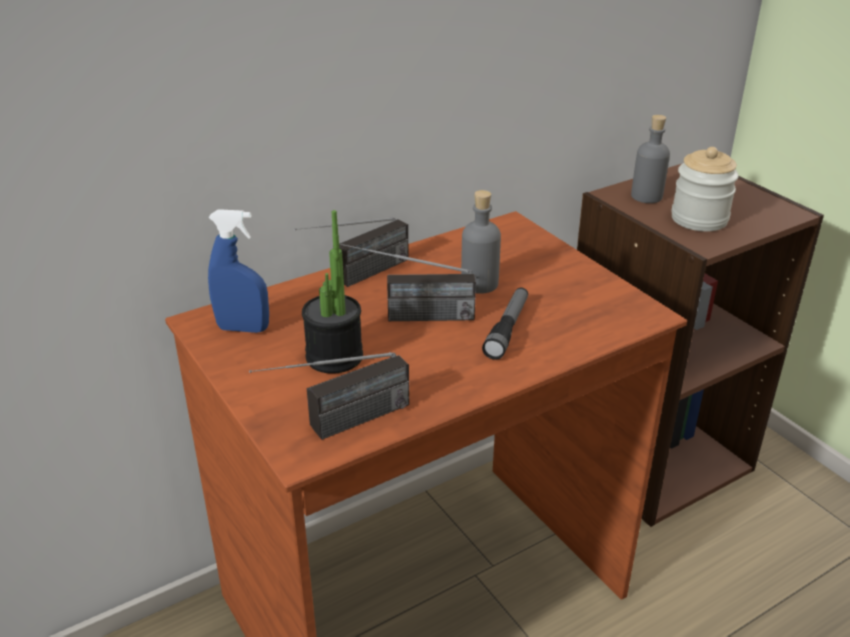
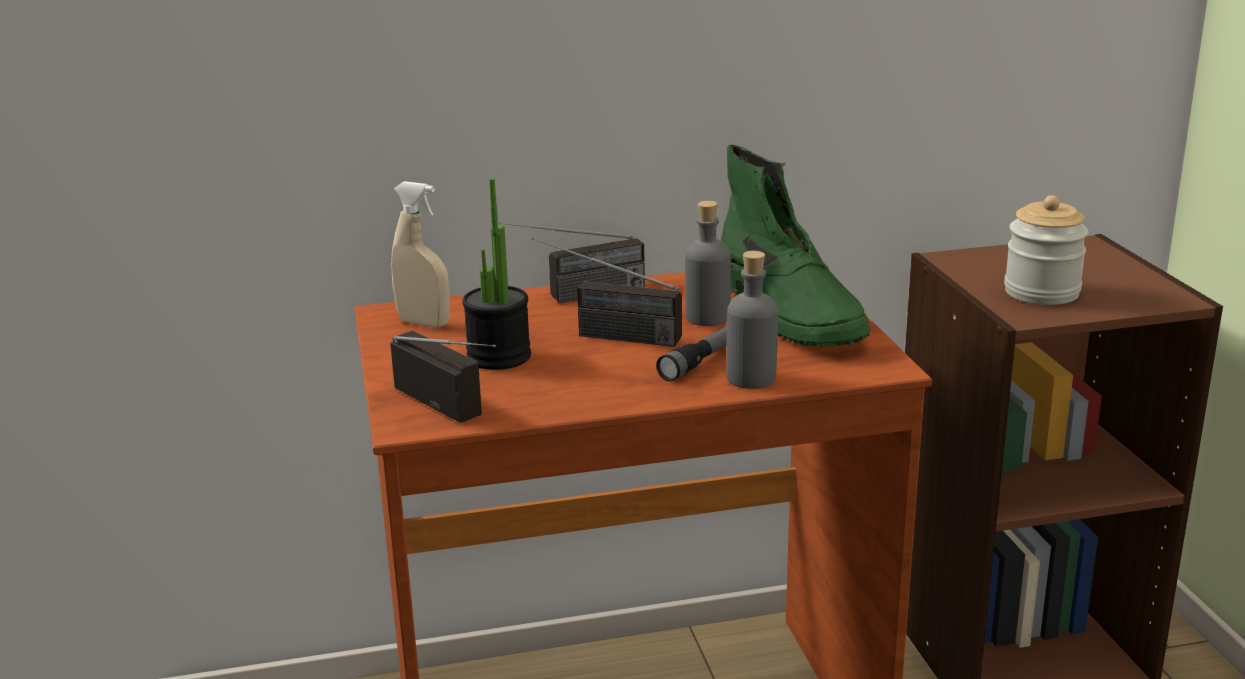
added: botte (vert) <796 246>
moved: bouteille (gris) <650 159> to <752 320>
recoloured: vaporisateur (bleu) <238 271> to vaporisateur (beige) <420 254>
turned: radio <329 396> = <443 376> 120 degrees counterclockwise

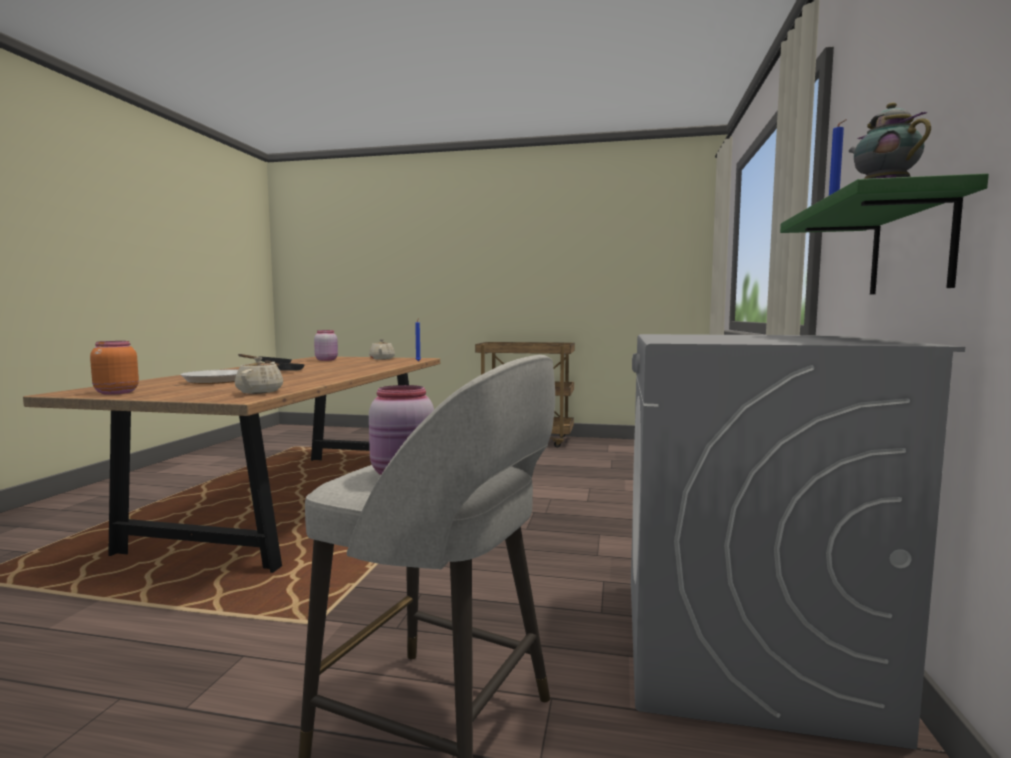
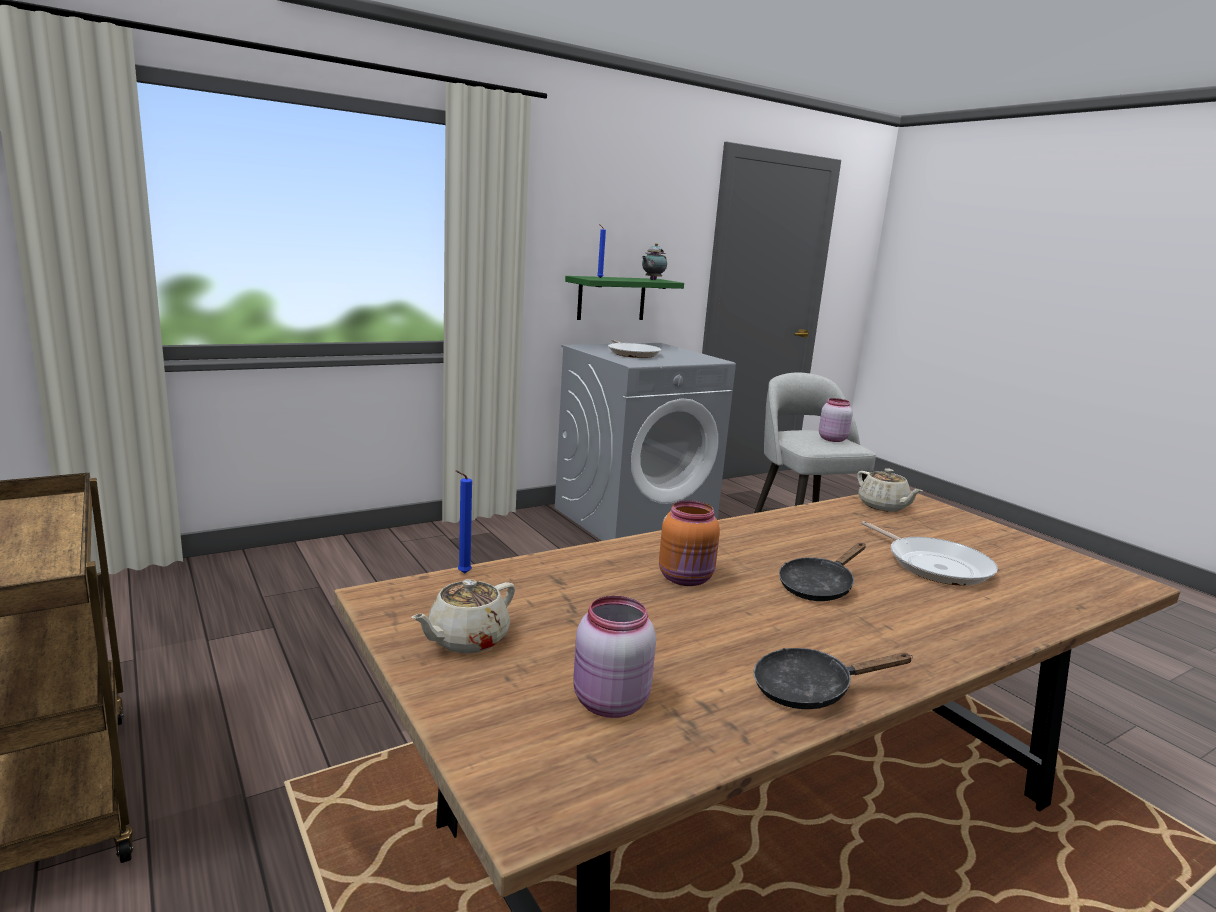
added: poêle <634 349>
moved: bocal (orange) <114 368> to <689 543>
turned: théière (beige) <259 375> = <890 490> 75 degrees counterclockwise

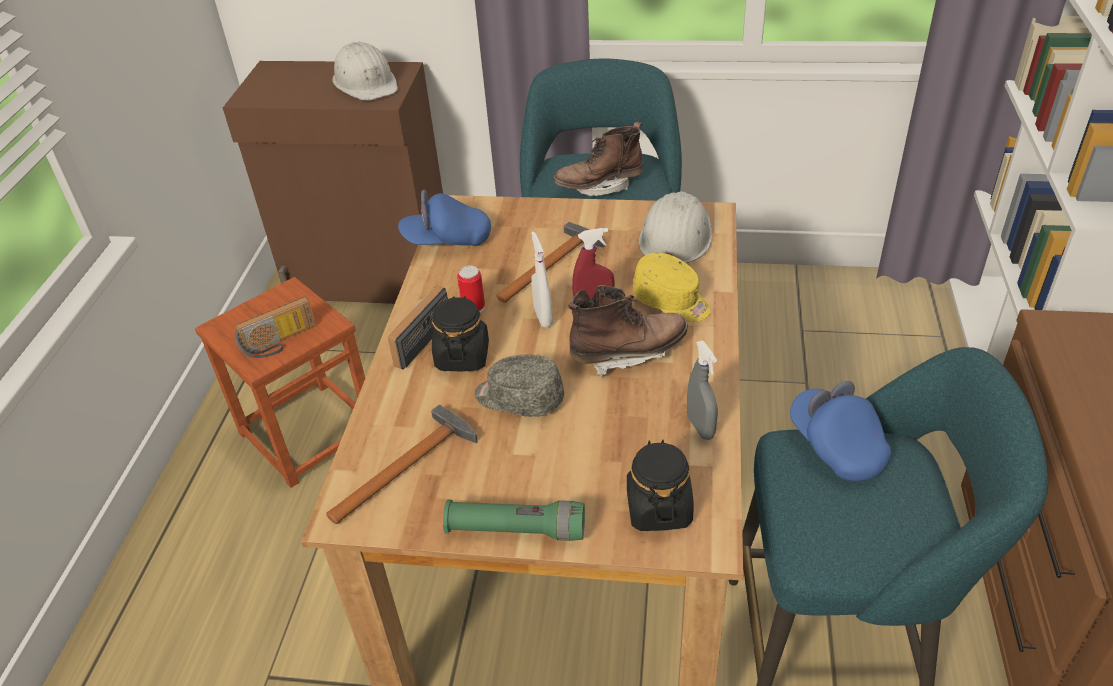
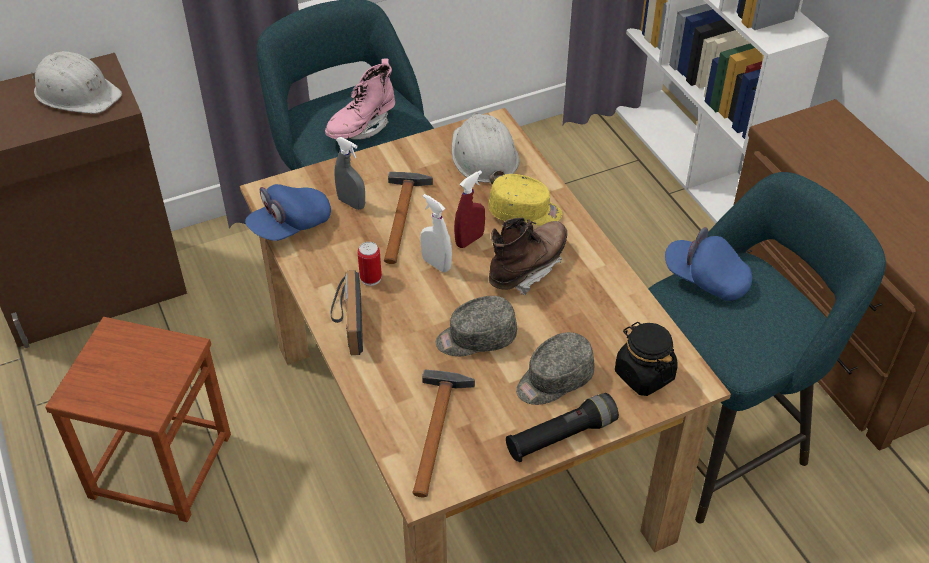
removed: radio <275 327>; bocal (noir) <460 333>
added: casquette (gris) <555 368>
moved: vaporisateur (gris) <702 390> to <349 173>
recoloured: lampe de poche (vert) <514 520> to lampe de poche (noir) <562 427>; botte (marron) <598 159> to botte (rose) <360 99>

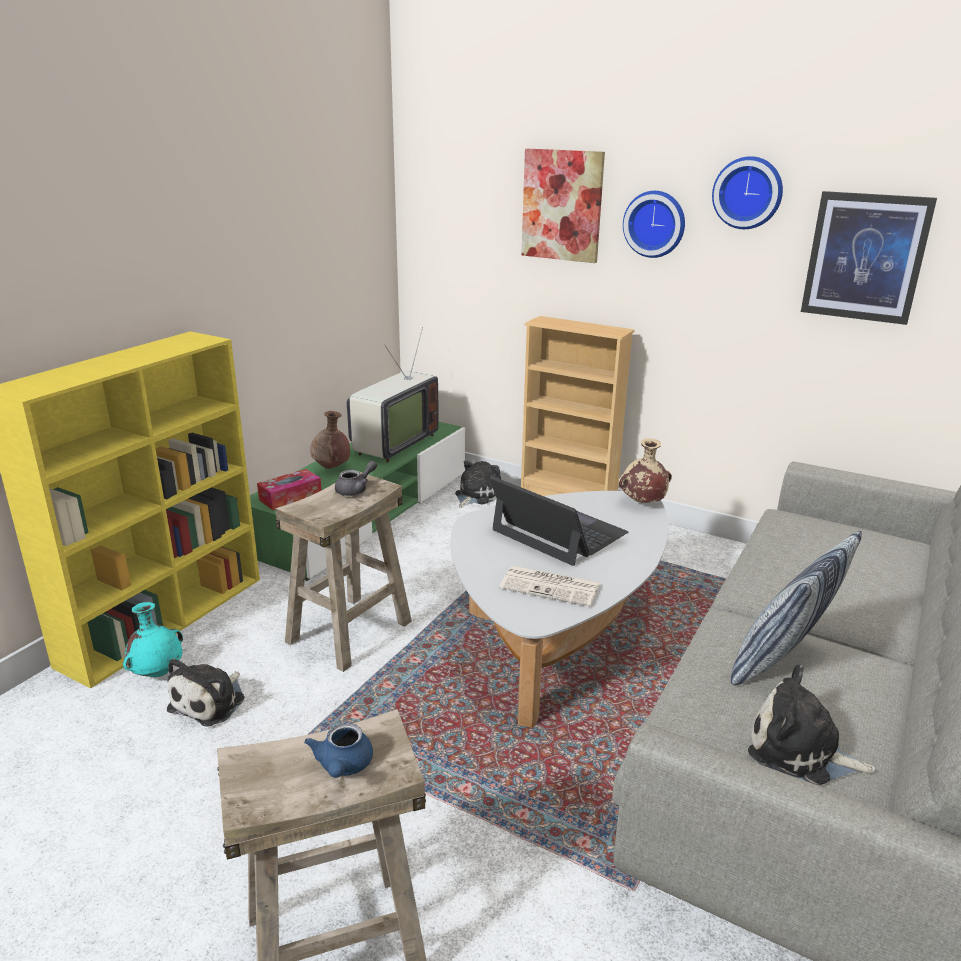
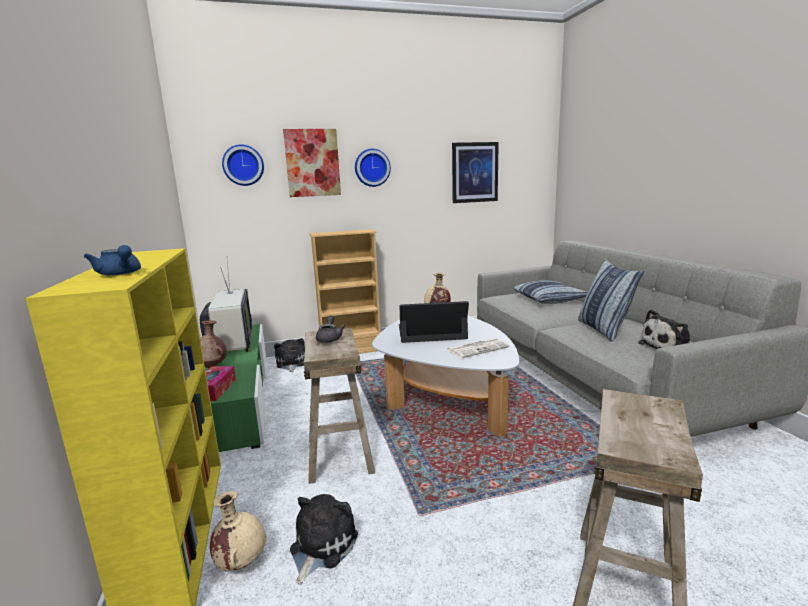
added: coussin <550 292>
moved: théière (bleu) <338 750> to <112 260>; horloge murale <747 192> to <243 165>
recoloured: vase (turquoise) <153 639> to vase (beige) <238 531>
turned: peluche <206 692> = <324 539> 135 degrees counterclockwise

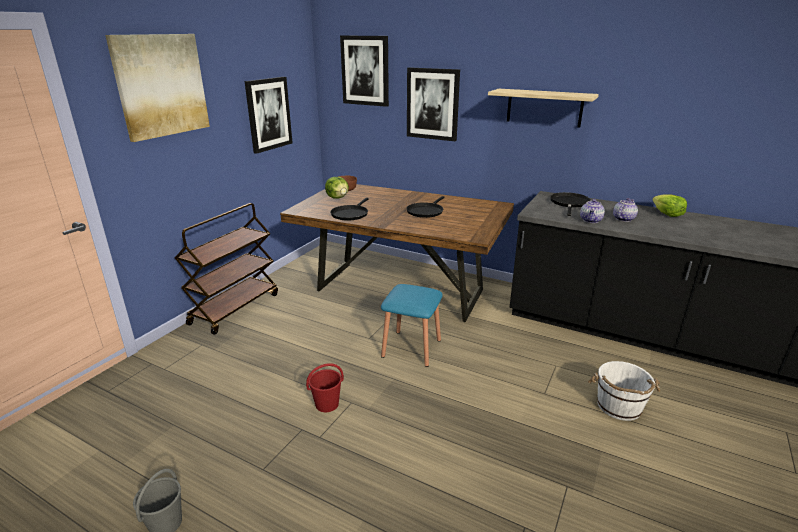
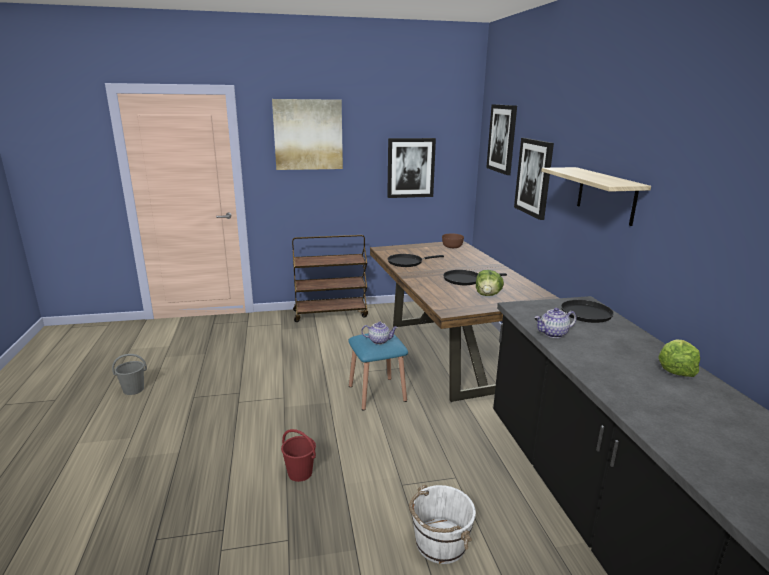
moved: seau (rouge) <325 387> to <298 455>; laitue <337 188> to <490 283>; théière <625 210> to <379 333>

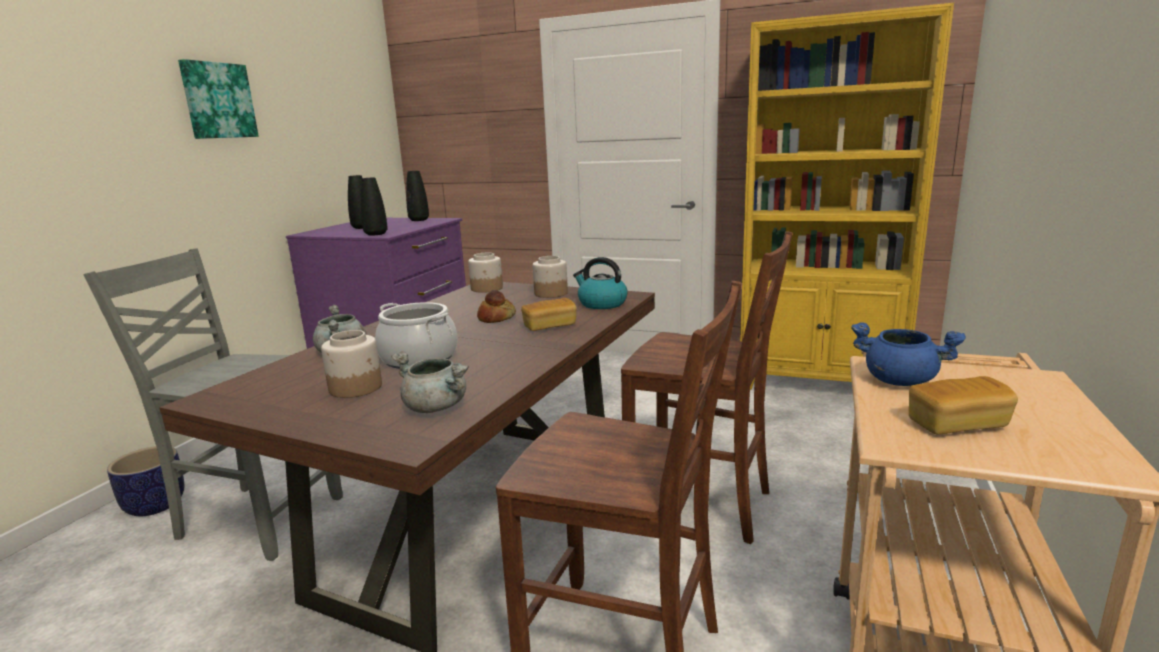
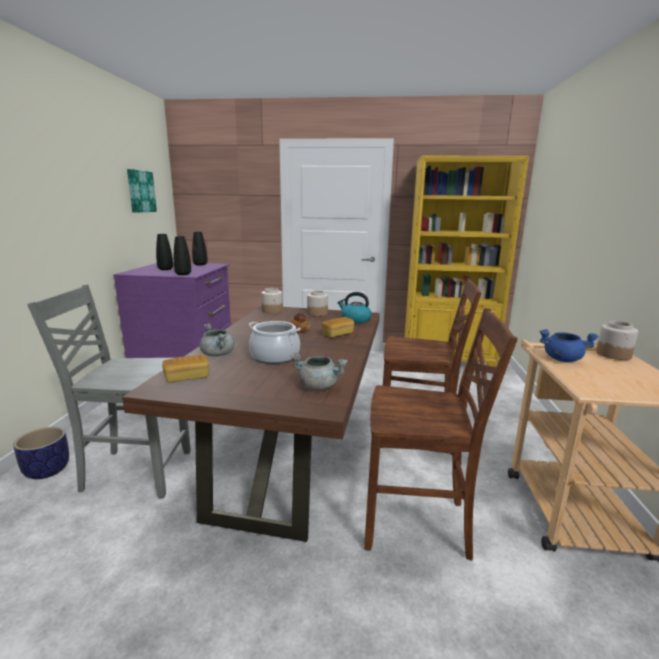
moved: tableau <218 99> to <142 191>; bocal <351 364> to <617 340>; pain <963 405> to <186 368>

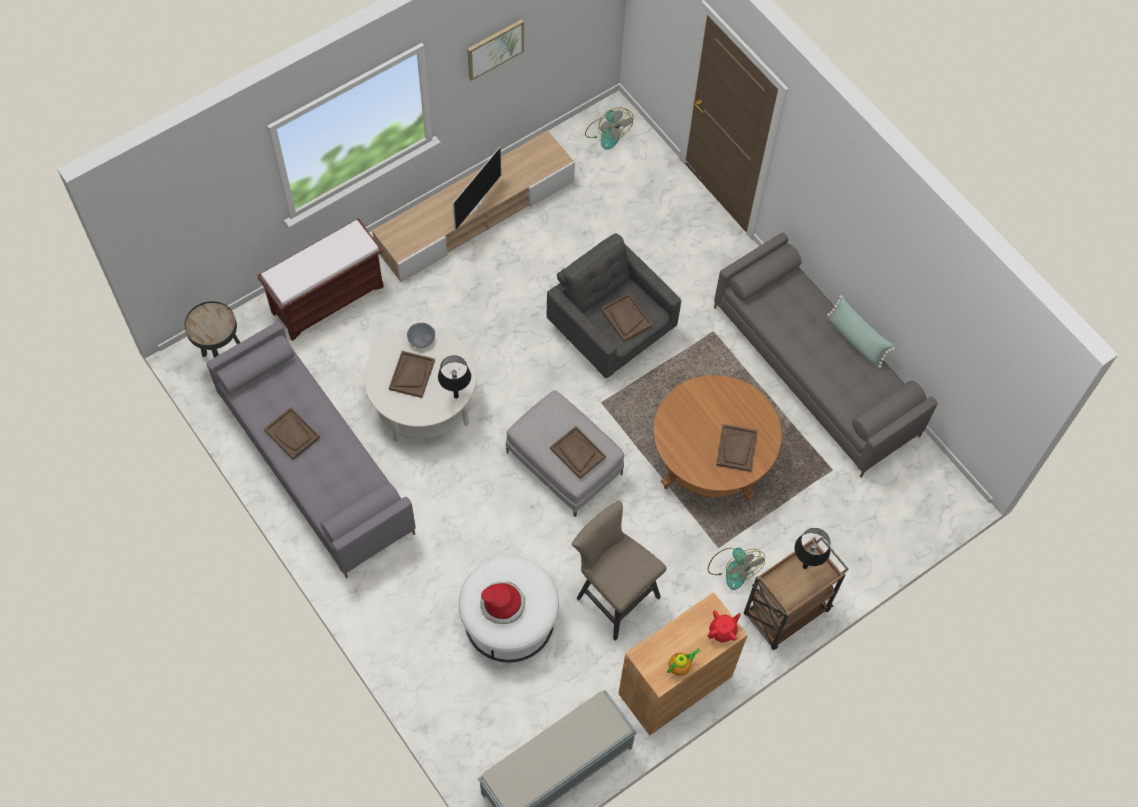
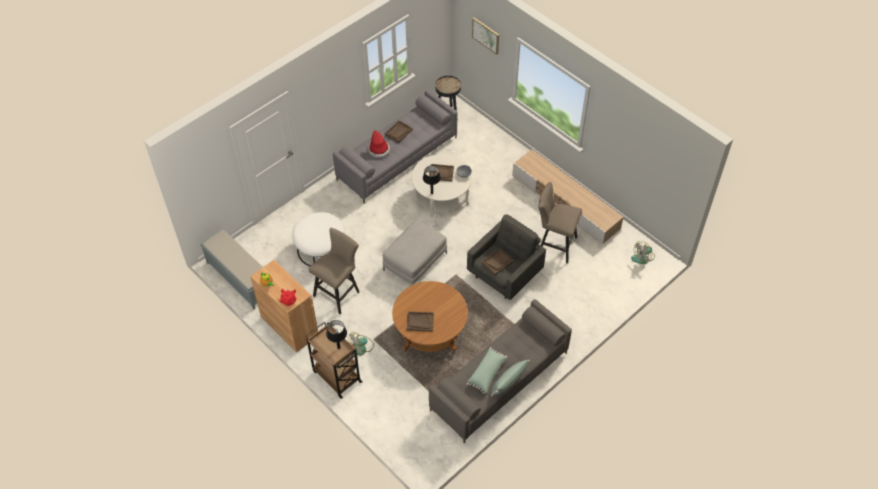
removed: banc (marron) <320 279>; téléviseur <477 188>; plateau (marron) <578 452>
added: coussin (vert) <487 370>; tabouret (beige) <560 223>
moved: tableau <495 50> to <485 36>; chapeau <502 603> to <379 144>

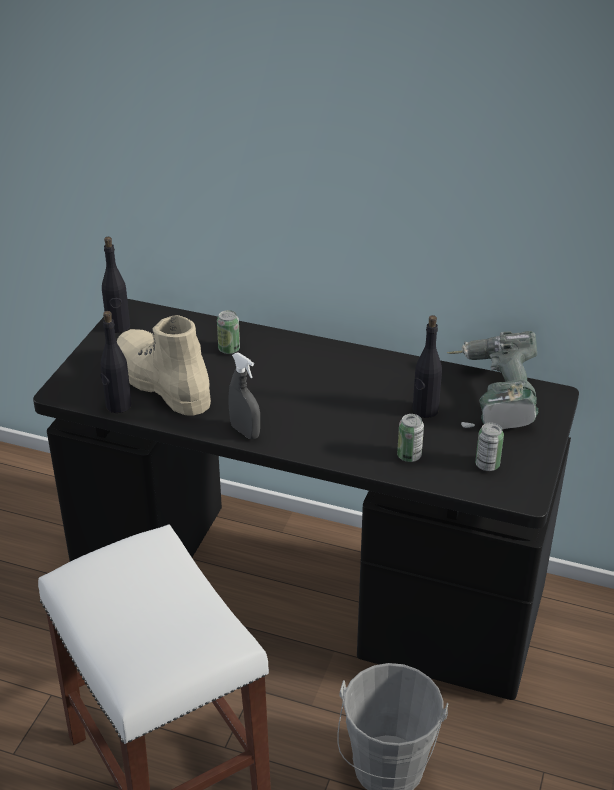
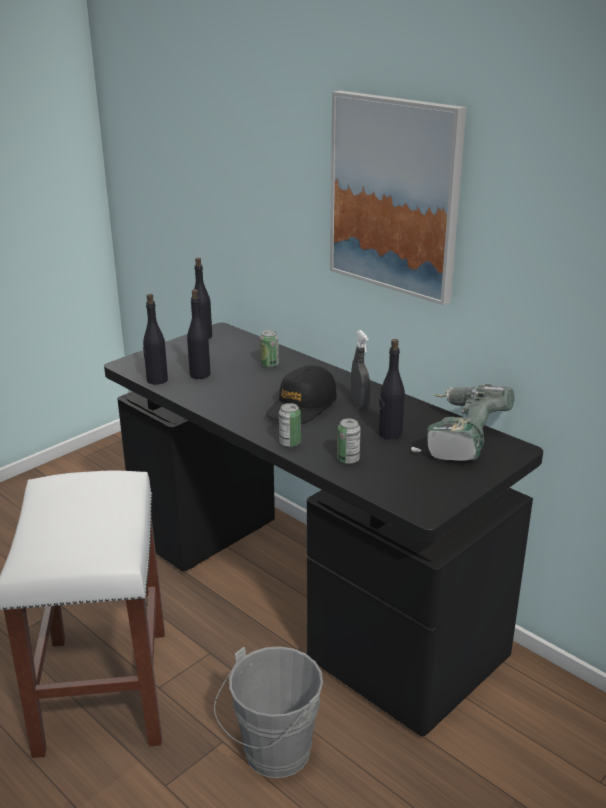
added: casquette (noir) <301 394>; tableau <398 198>
moved: vaporisateur (gris) <244 395> to <360 370>; boîte métallique <489 447> to <290 425>
replaced: botte (beige) <164 365> to bouteille (noir) <198 334>

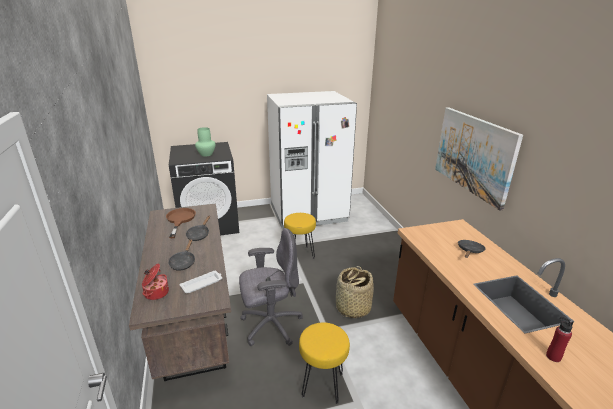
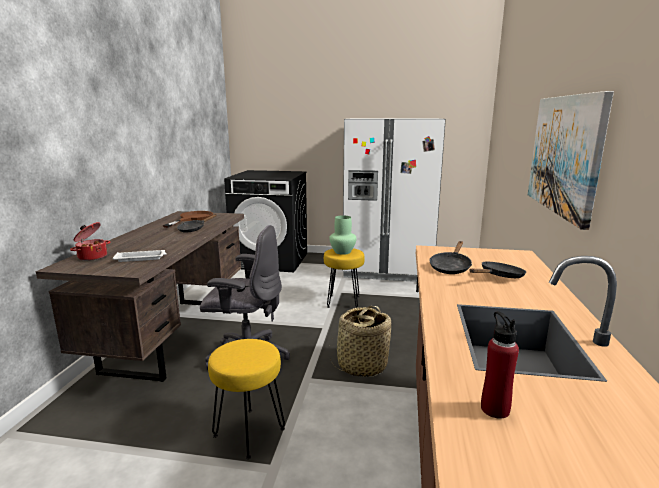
moved: poêle (noir) <181 255> to <451 257>; vase (vert) <205 141> to <343 235>

